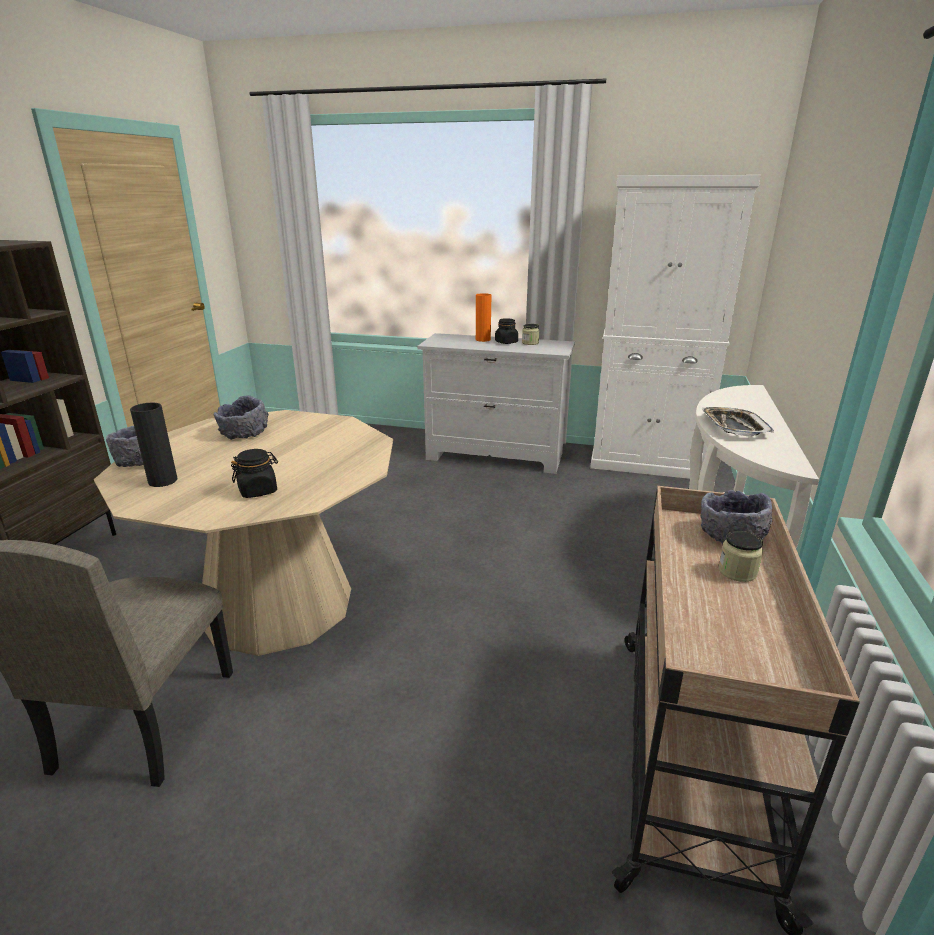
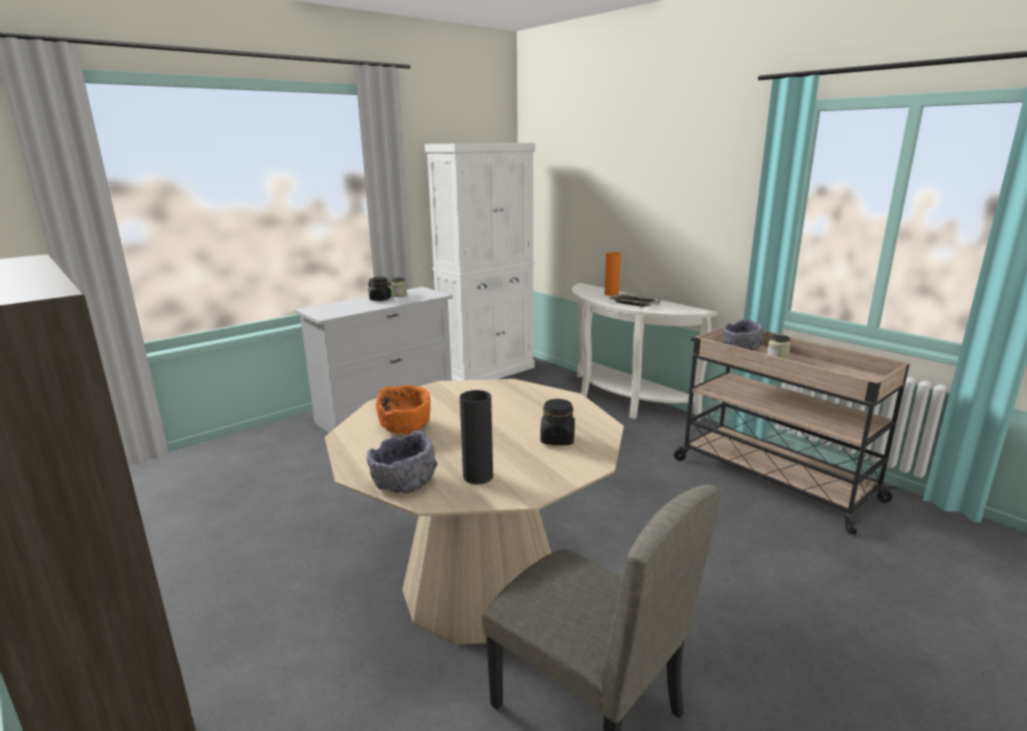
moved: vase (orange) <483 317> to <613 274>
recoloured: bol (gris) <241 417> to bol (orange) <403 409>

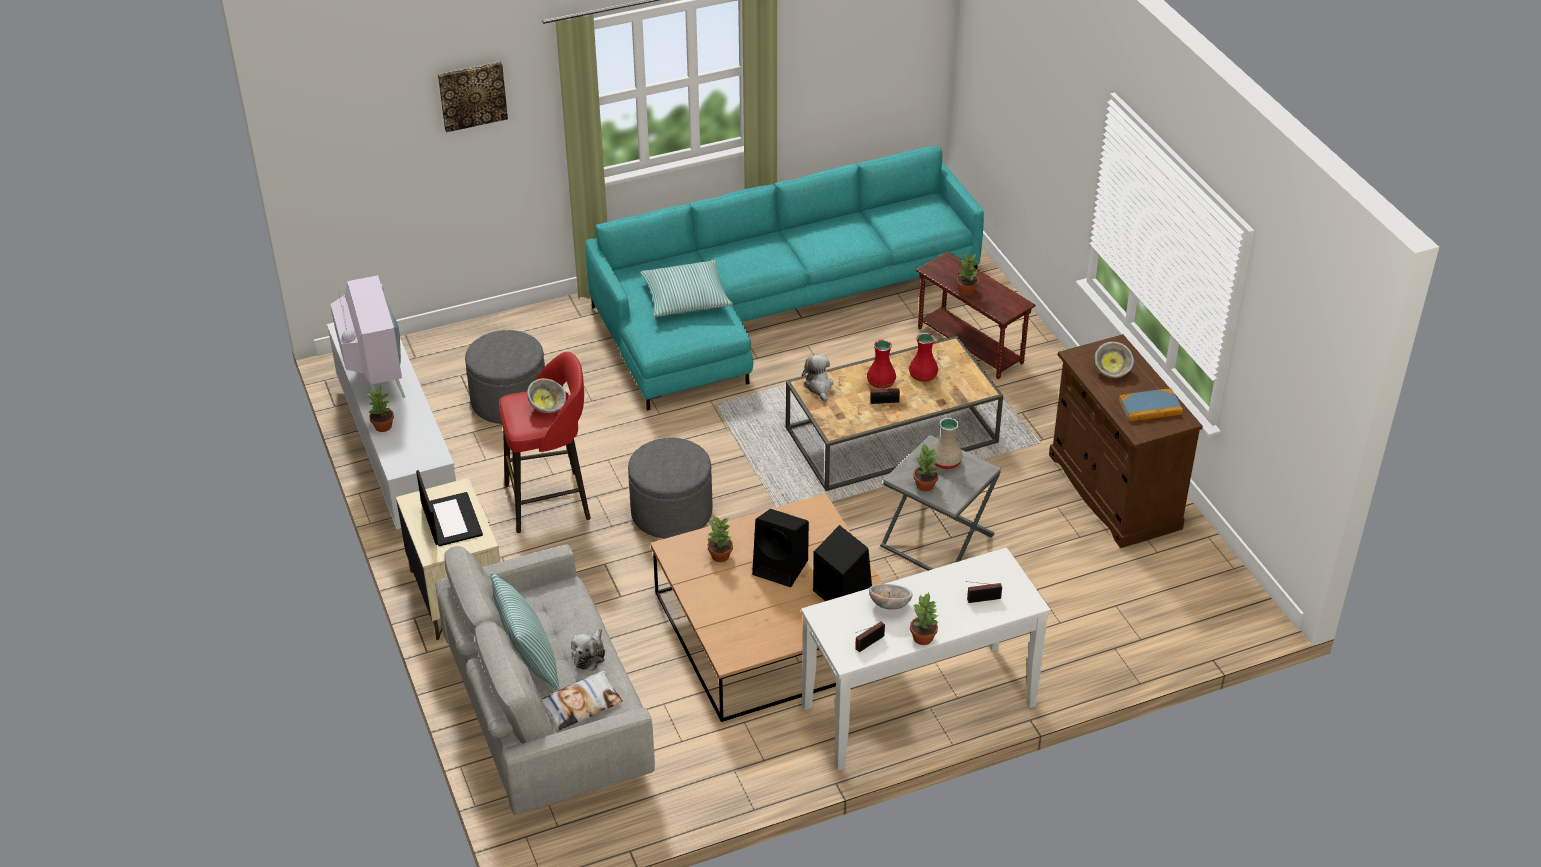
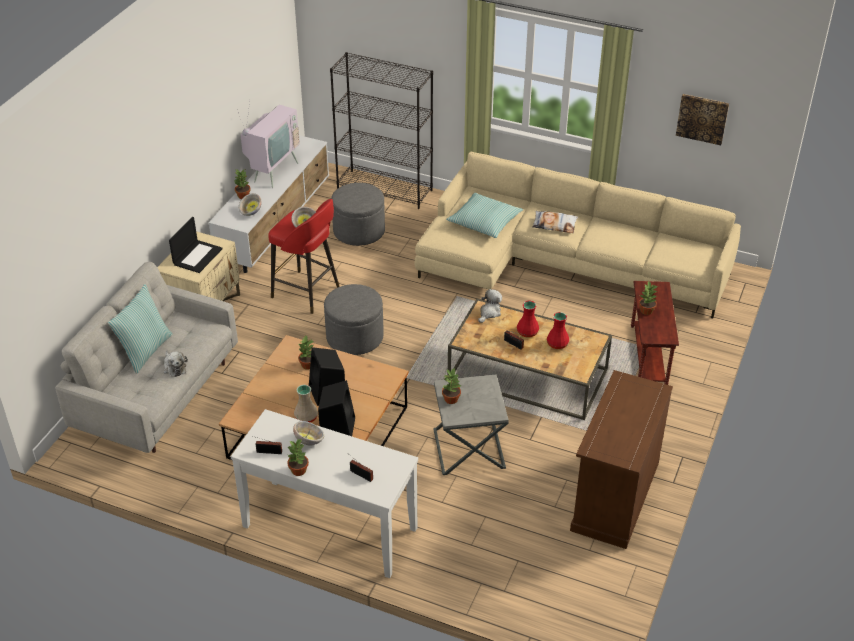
removed: livre <1150 405>
added: bibliothèque (noir) <381 130>
moved: tableau <473 96> to <702 119>; coussin <582 700> to <555 222>; vase (beige) <948 444> to <306 404>; bol <1114 360> to <250 204>
recoloured: canapé (turquoise) <784 278> to canapé (beige) <578 235>
turned: peluche <588 649> = <176 364> 90 degrees counterclockwise

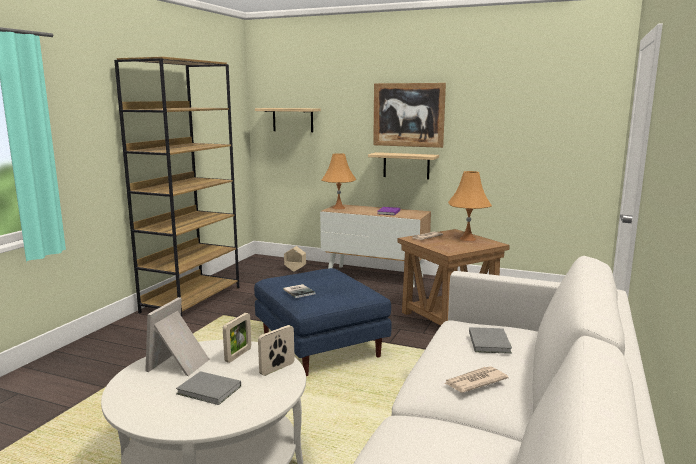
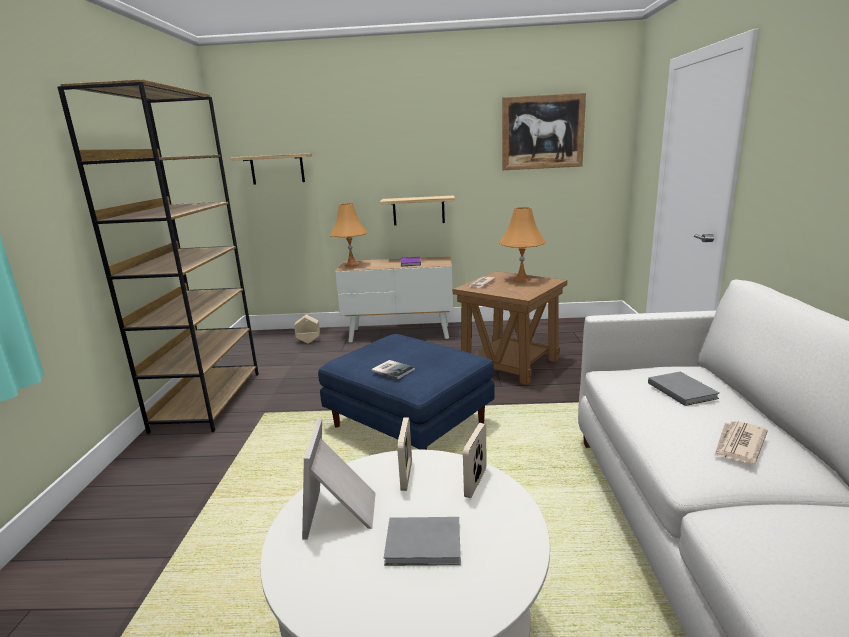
moved: tableau <409 115> to <544 131>

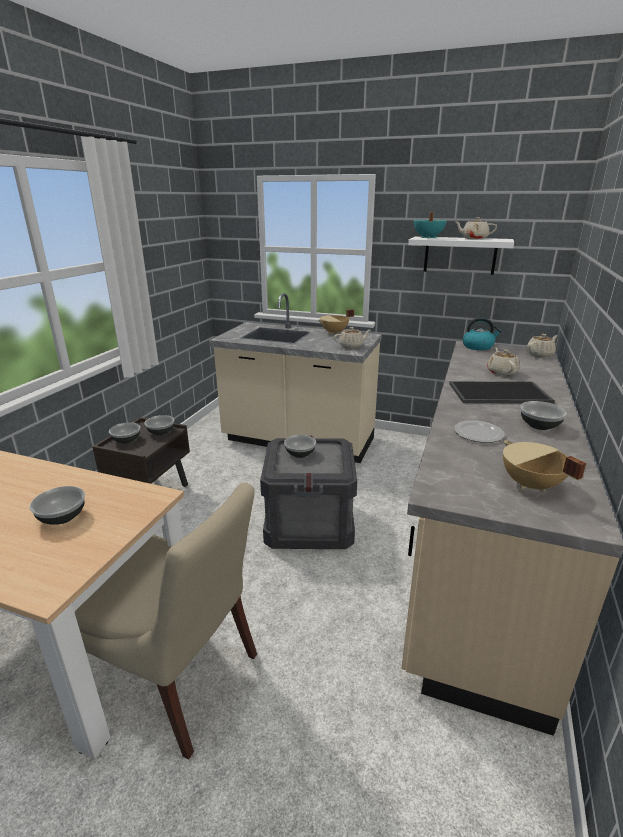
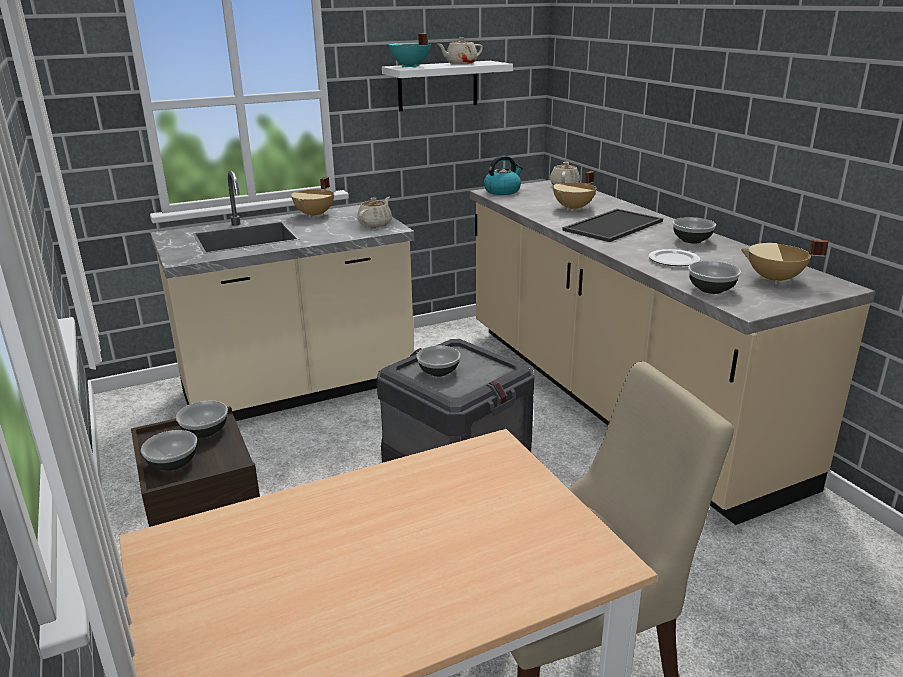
moved: bol <57 505> to <714 277>
replaced: théière (beige) <503 361> to marmite (beige) <574 191>

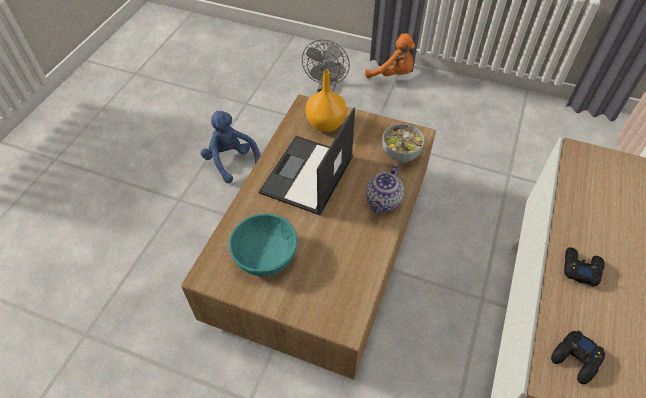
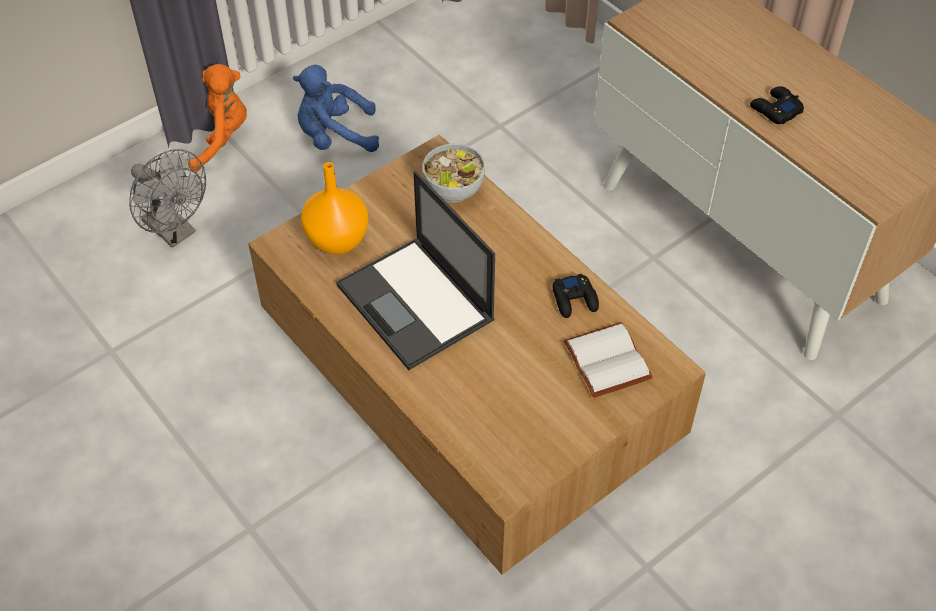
removed: bol (turquoise) <263 245>; théière <385 189>
added: livre (blanc) <608 360>
moved: peluche (bleu) <230 147> to <336 108>; manette (noir) <578 357> to <575 296>

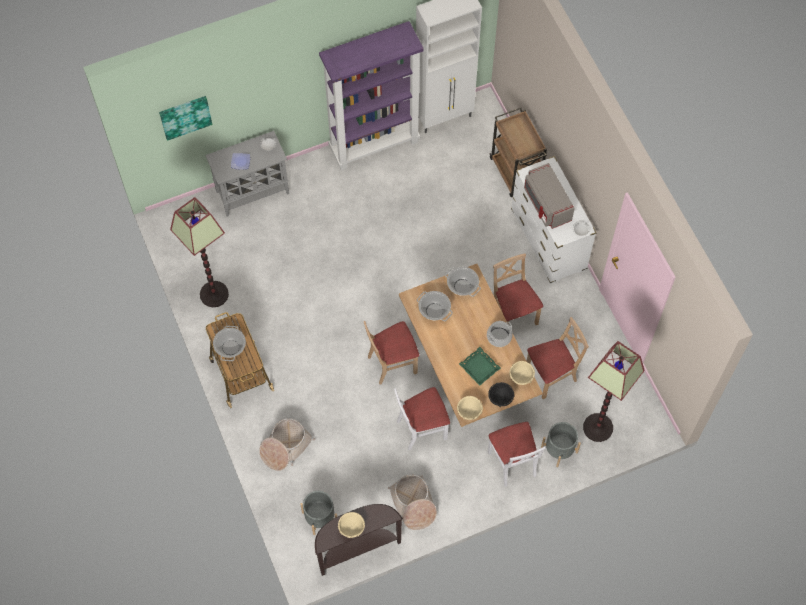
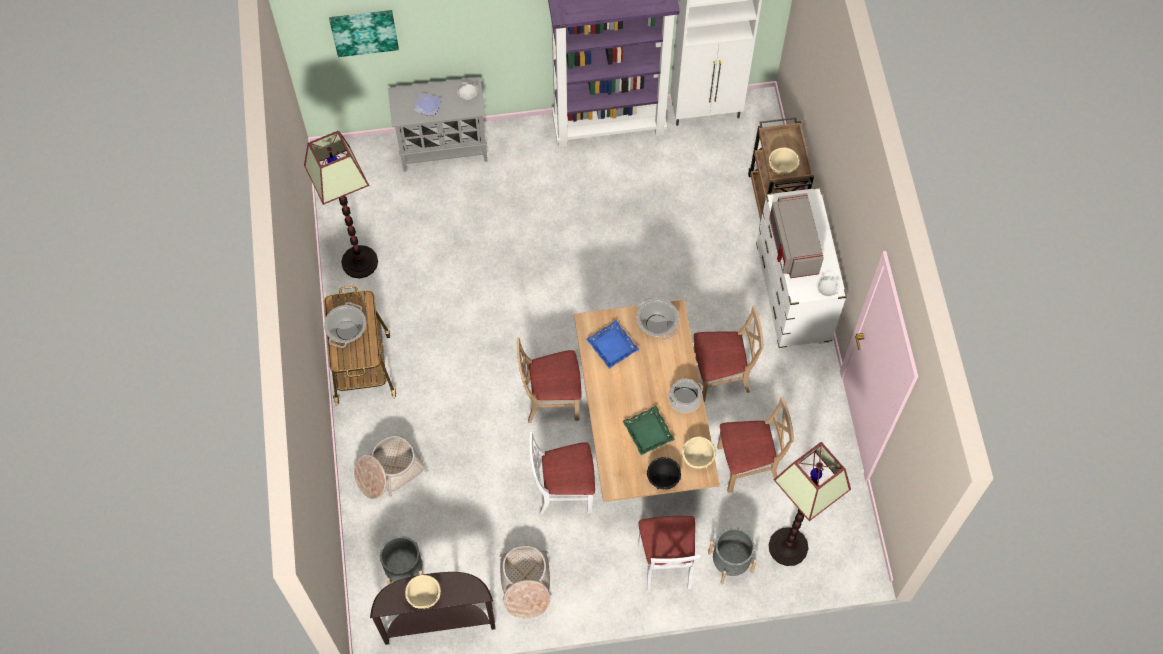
moved: bol (beige) <470 408> to <784 161>
replaced: marmite <435 306> to plateau (bleu) <612 344>
turned: chaise (beige) <518 289> = <729 354> 90 degrees clockwise

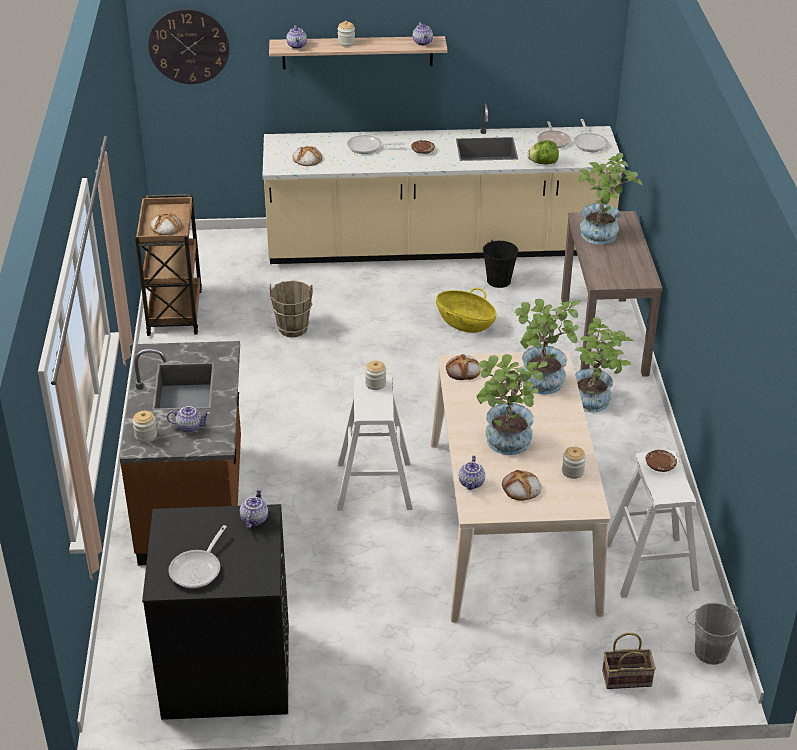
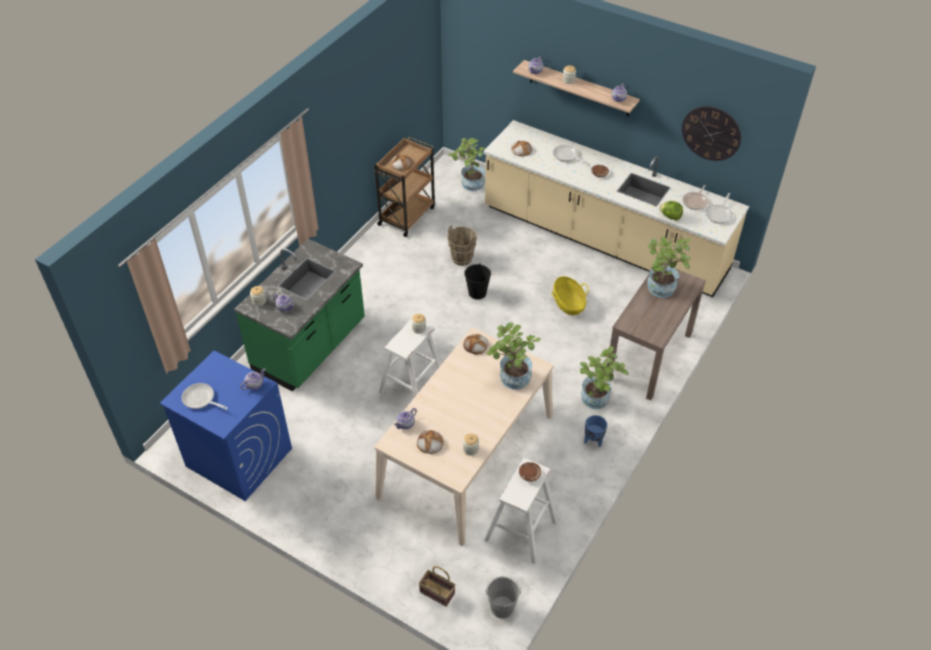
added: cache-pot (bleu) <595 431>
moved: horloge murale <188 46> to <711 133>; plante en pot <512 404> to <467 164>; seau (noir) <500 264> to <477 281>
recoloured: comptoir de cuisine (marron) <180 453> to comptoir de cuisine (vert) <299 315>; lave-linge (noir) <215 612> to lave-linge (bleu) <226 425>
turned: poêle <198 556> = <205 396> 60 degrees clockwise

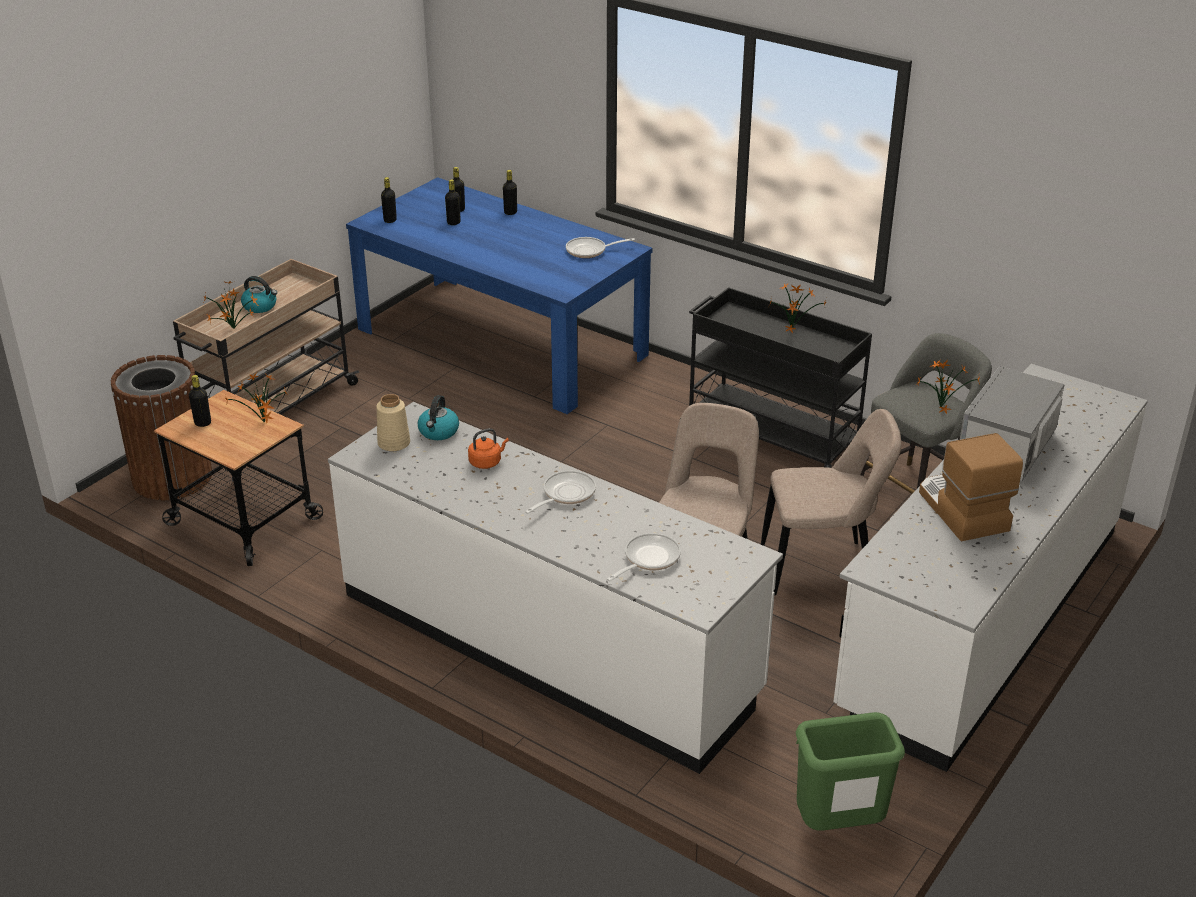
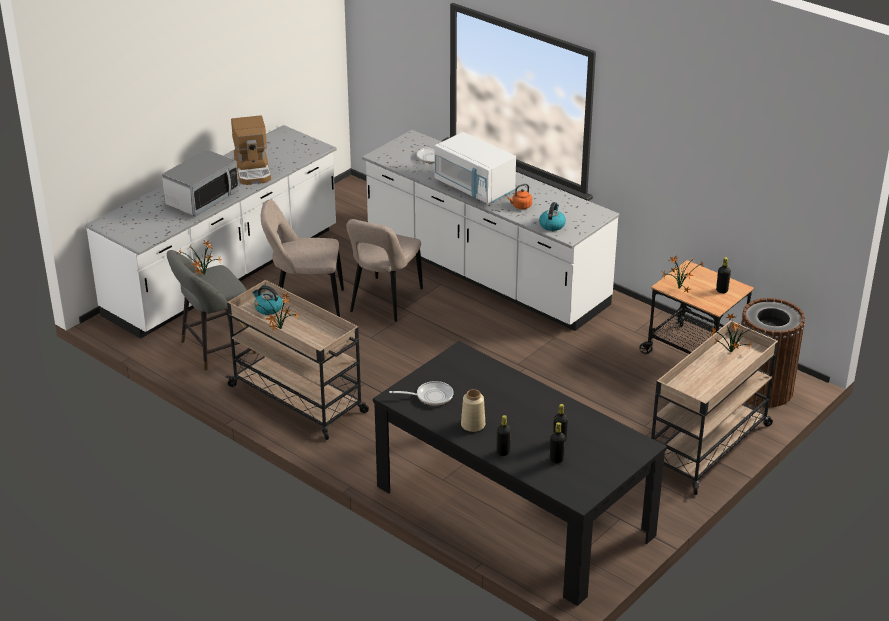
removed: bouteille (noir) <389 200>; poubelle (vert) <850 771>
moved: bouilloire <259 294> to <267 300>; vase (beige) <393 422> to <473 410>
replaced: poêle <560 492> to micro-ondes (blanc) <475 168>
recoloured: table à manger (bleu) <499 295> to table à manger (noir) <520 473>; chariot (noir) <780 377> to chariot (beige) <297 360>

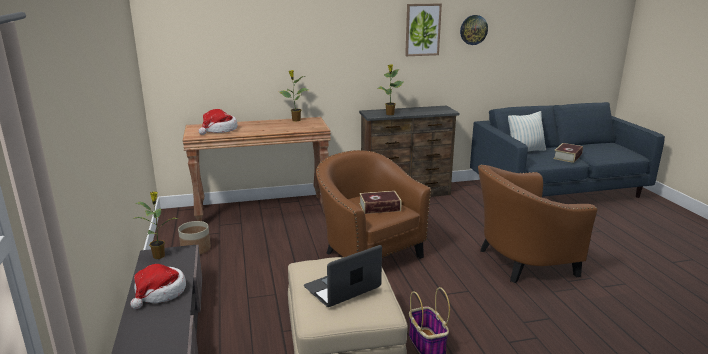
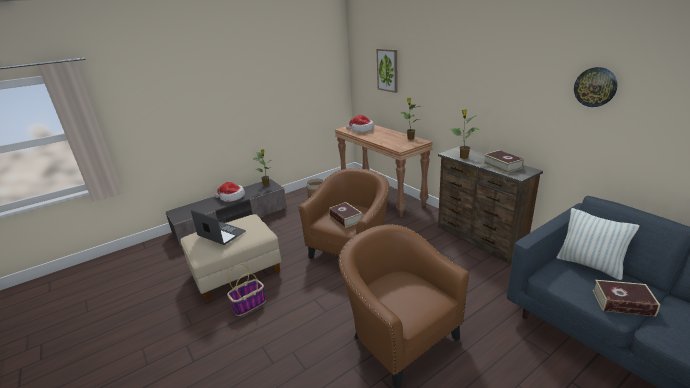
added: livre <503 161>
moved: tableau <423 30> to <387 71>

